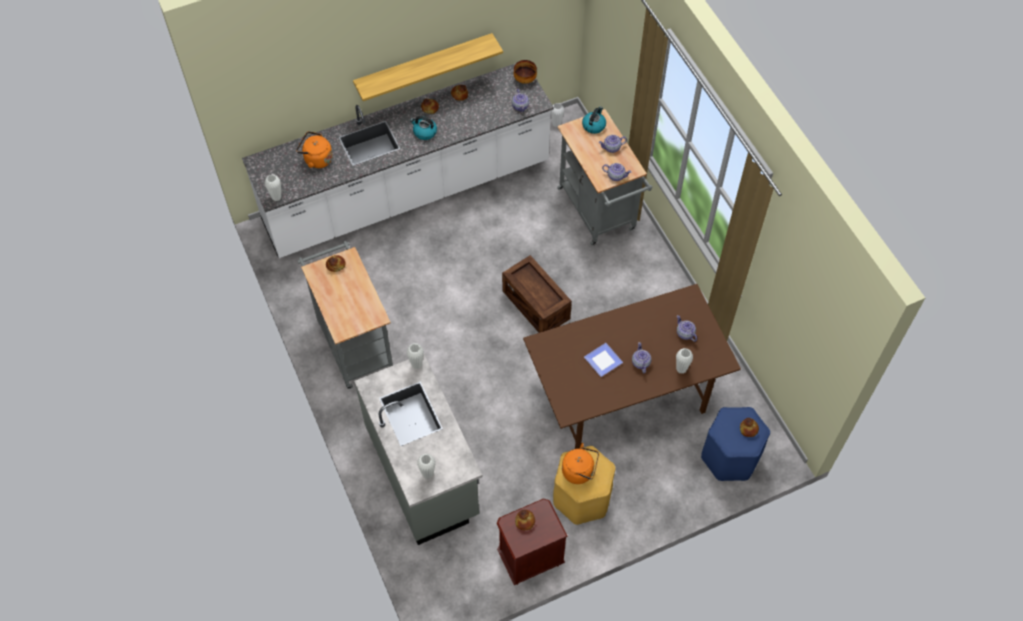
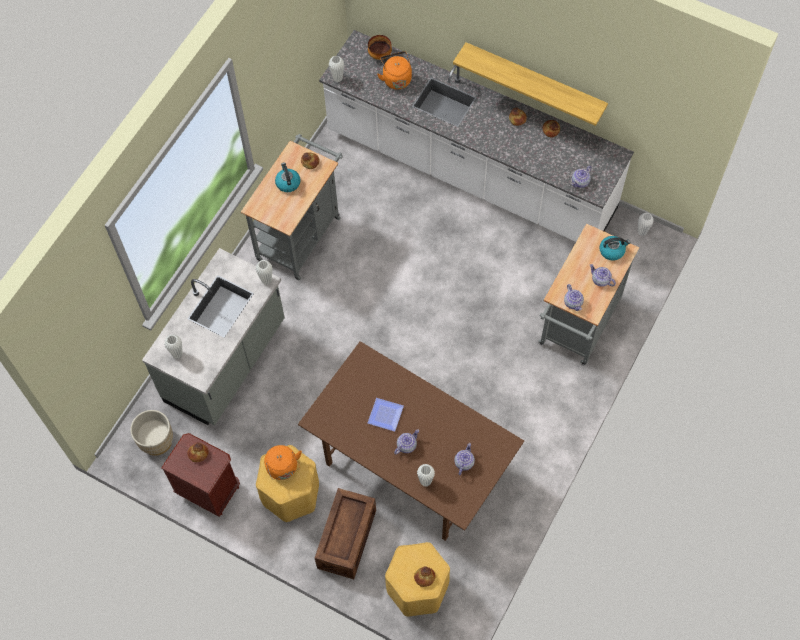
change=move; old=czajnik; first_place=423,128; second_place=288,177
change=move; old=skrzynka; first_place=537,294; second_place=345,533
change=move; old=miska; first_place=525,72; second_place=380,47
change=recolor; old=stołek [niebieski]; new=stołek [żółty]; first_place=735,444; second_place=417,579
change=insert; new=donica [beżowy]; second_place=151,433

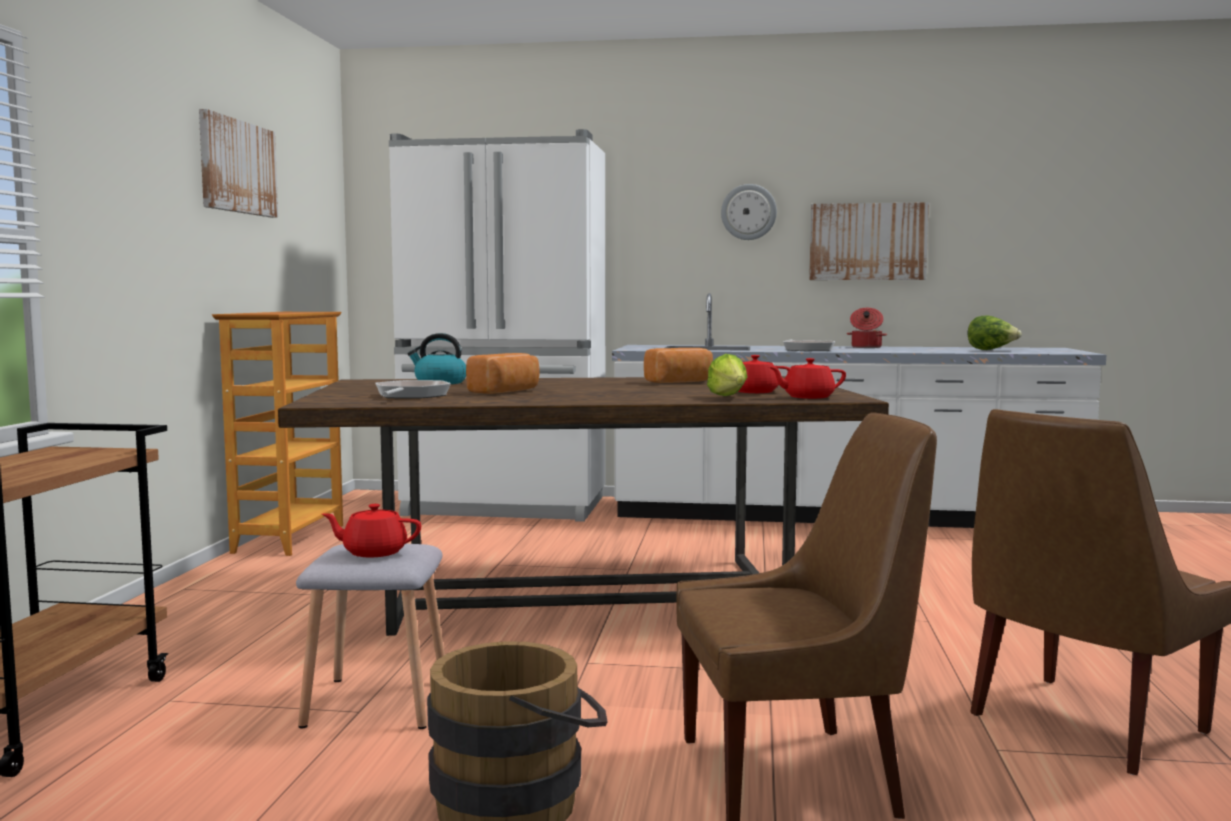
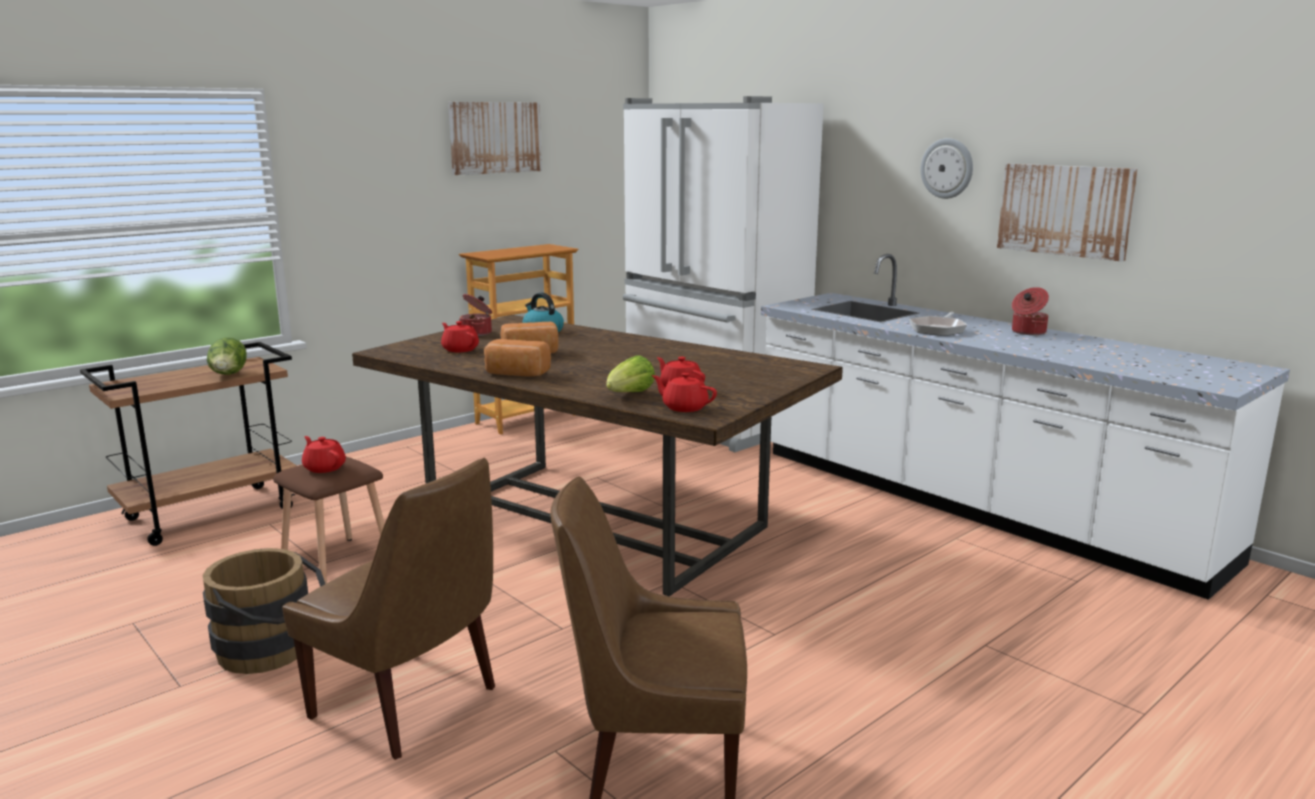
change=recolor; old=stołek [szary]; new=stołek [brązowy]; first_place=370,636; second_place=329,520
change=replace; old=patelnia; new=imbryk [czerwony]; first_place=413,389; second_place=460,336
change=move; old=chleb; first_place=678,365; second_place=517,358
change=move; old=sałata; first_place=995,332; second_place=227,356
change=insert; new=garnek; second_place=475,315

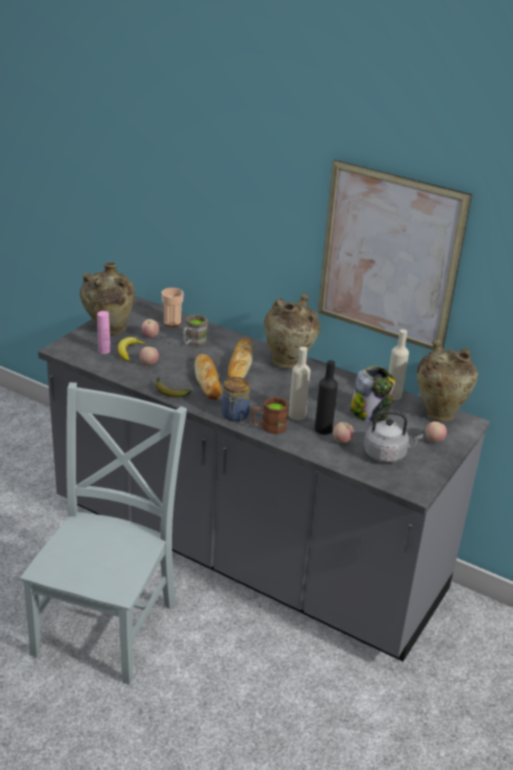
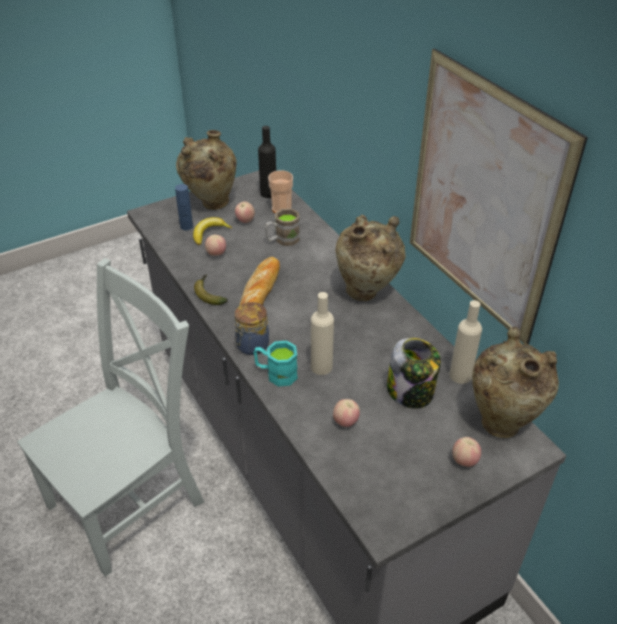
change=recolor; old=butelka [różowy]; new=butelka [niebieski]; first_place=103,332; second_place=184,207
change=delete; old=chleb; first_place=240,358
change=recolor; old=kubek [brązowy]; new=kubek [turkusowy]; first_place=270,415; second_place=276,364
change=move; old=butelka [czarny]; first_place=326,397; second_place=267,162
change=delete; old=czajnik [szary]; first_place=393,436

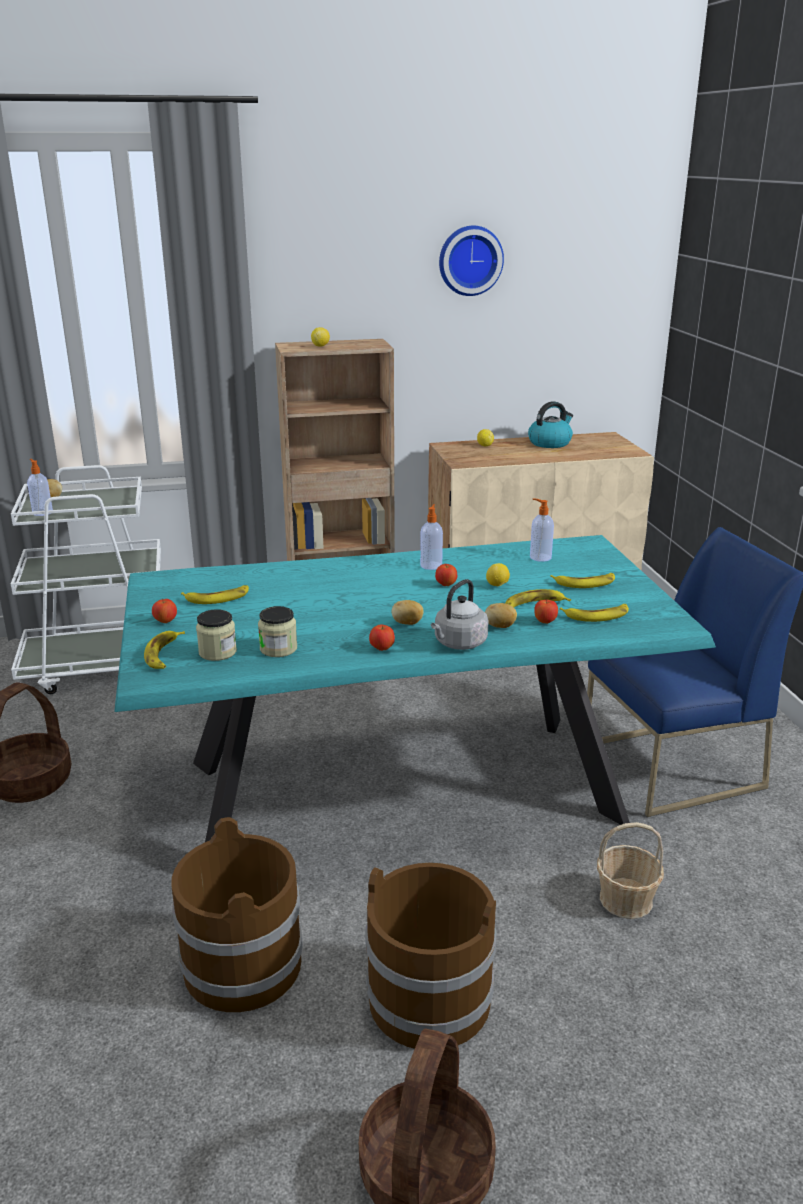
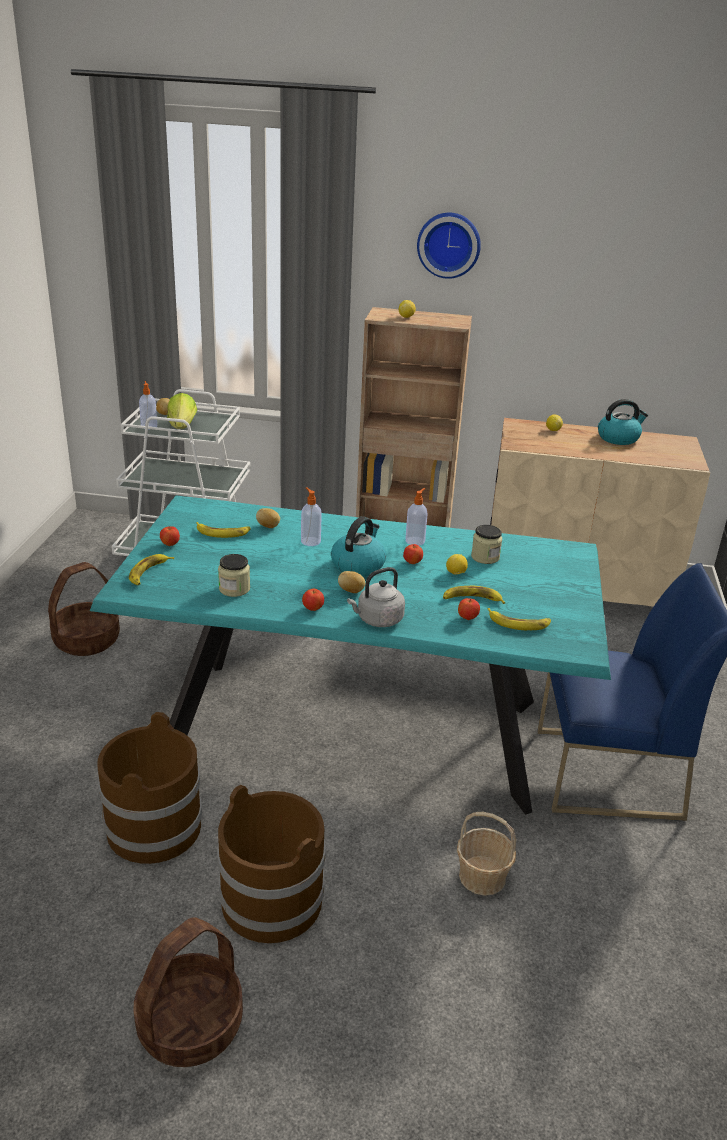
change=move; old=słoik; first_place=216,635; second_place=486,544
change=move; old=zegar ścienny; first_place=471,261; second_place=449,246
change=move; old=ziemniak; first_place=501,615; second_place=268,518
change=move; old=dozownik mydła; first_place=542,530; second_place=311,516
change=delete; old=banan; first_place=582,580
change=insert; new=sałata; second_place=182,411
change=insert; new=czajnik; second_place=358,546

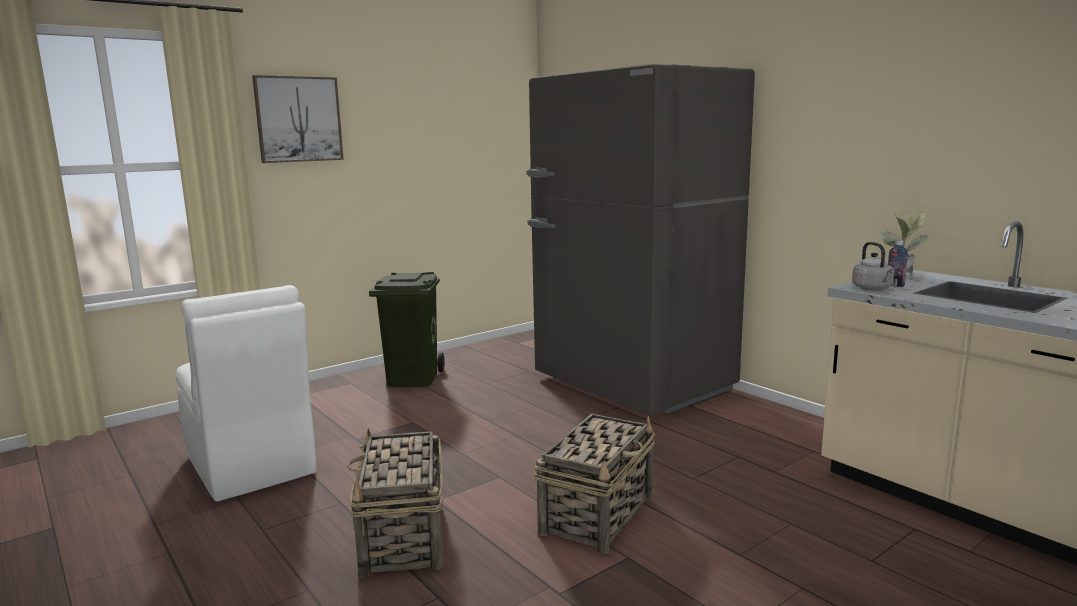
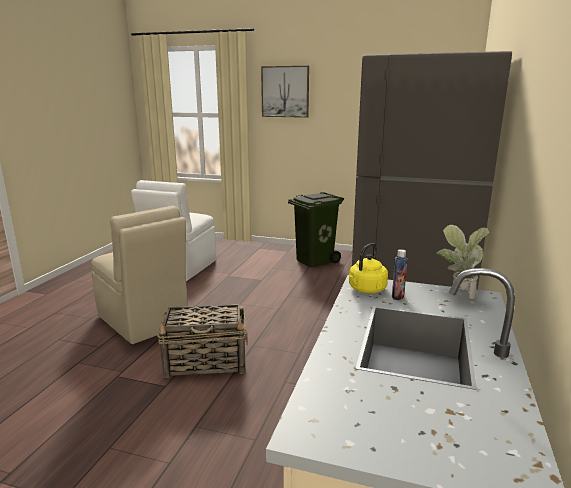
change=replace; old=koszyk; new=krzesło [beżowy]; first_place=395,503; second_place=139,275
change=recolor; old=czajnik [szary]; new=czajnik [żółty]; first_place=873,266; second_place=368,268

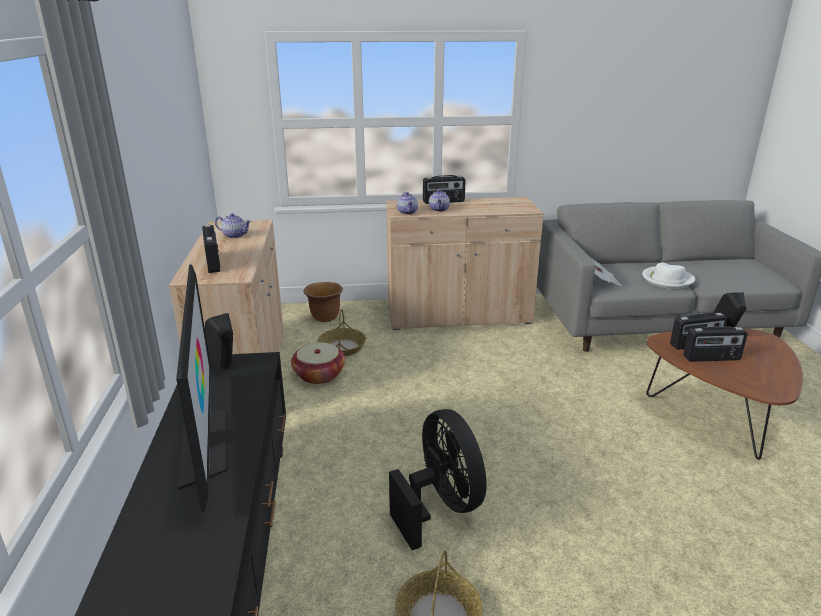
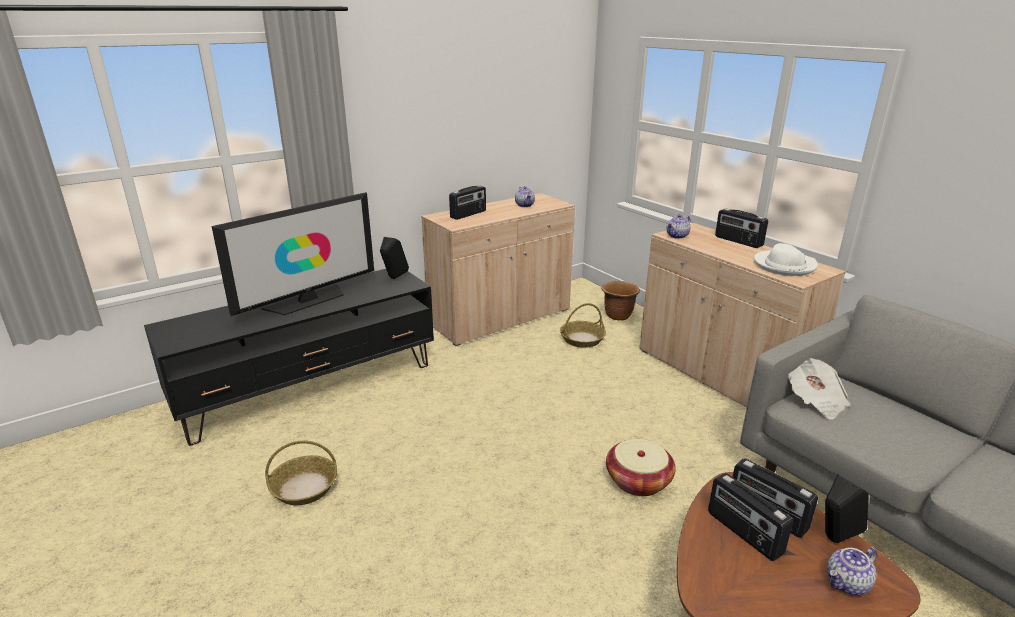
change=move; old=koszyk; first_place=318,363; second_place=641,467
change=delete; old=wentylator [czarny]; first_place=437,479
change=move; old=imbryk; first_place=439,200; second_place=852,571
change=move; old=kapelusz [biały]; first_place=668,275; second_place=786,259

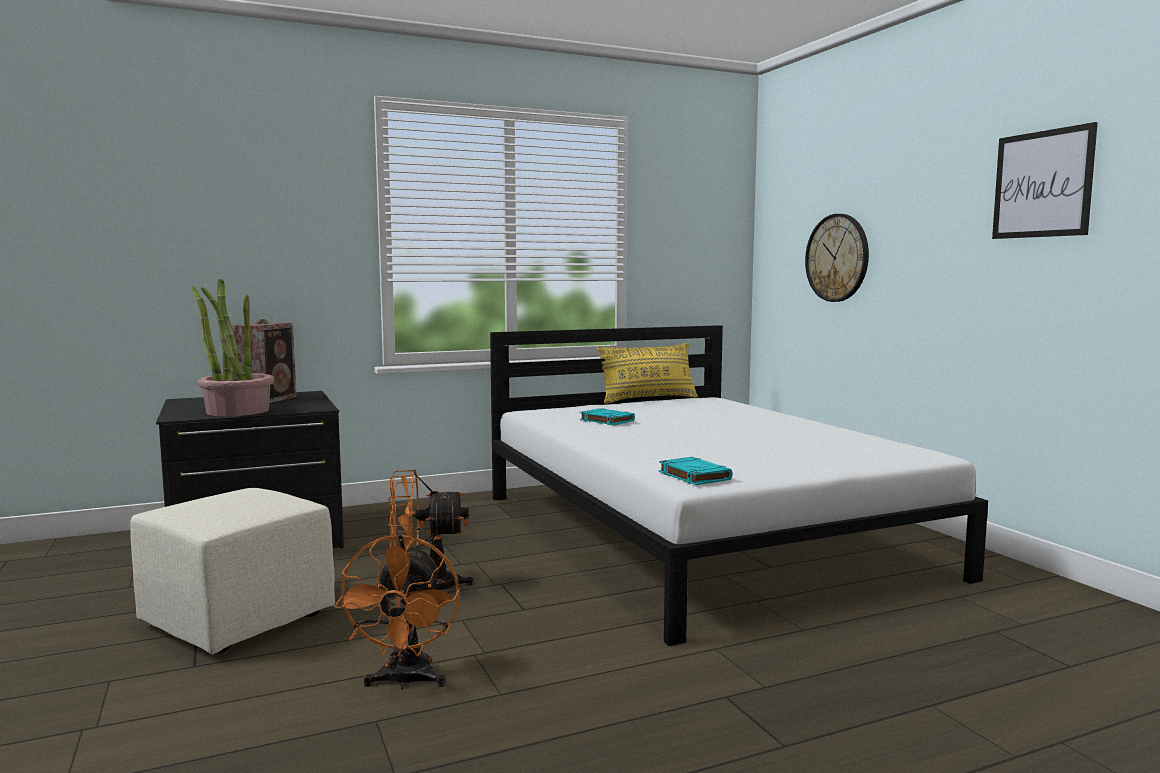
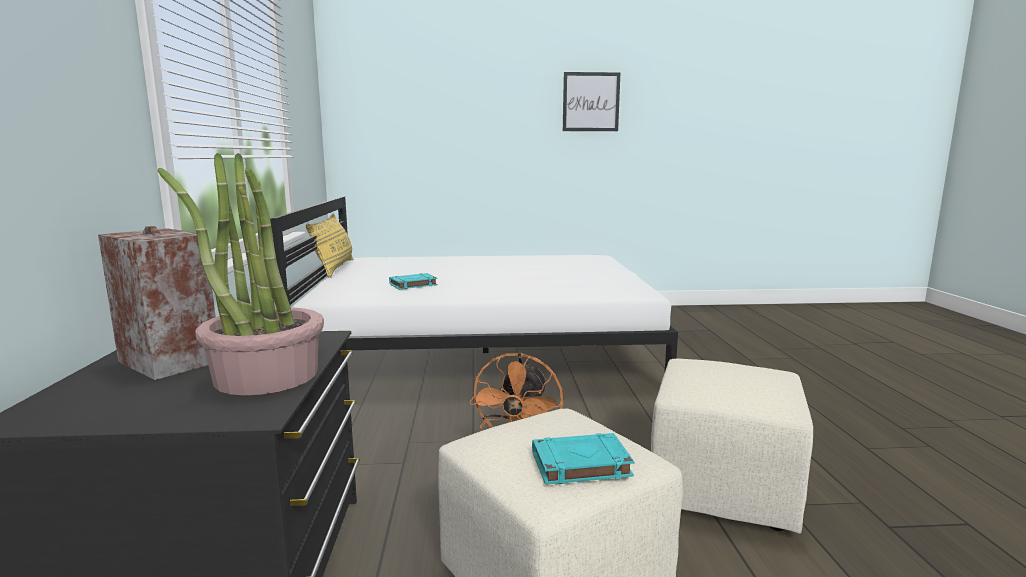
change=replace; old=wentylator [pomarańczowy]; new=pufa [beżowy]; first_place=397,611; second_place=732,446
change=move; old=książka [turkusowy]; first_place=696,471; second_place=583,459
change=delete; old=zegar ścienny; first_place=837,258

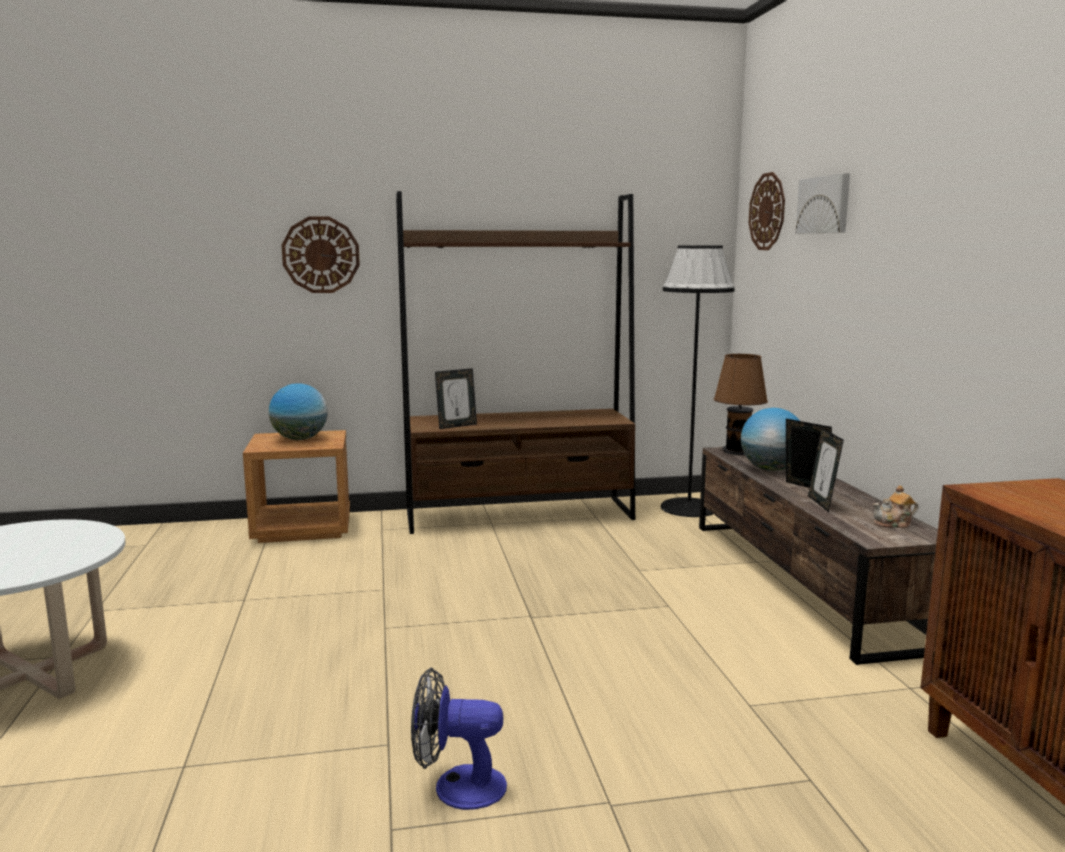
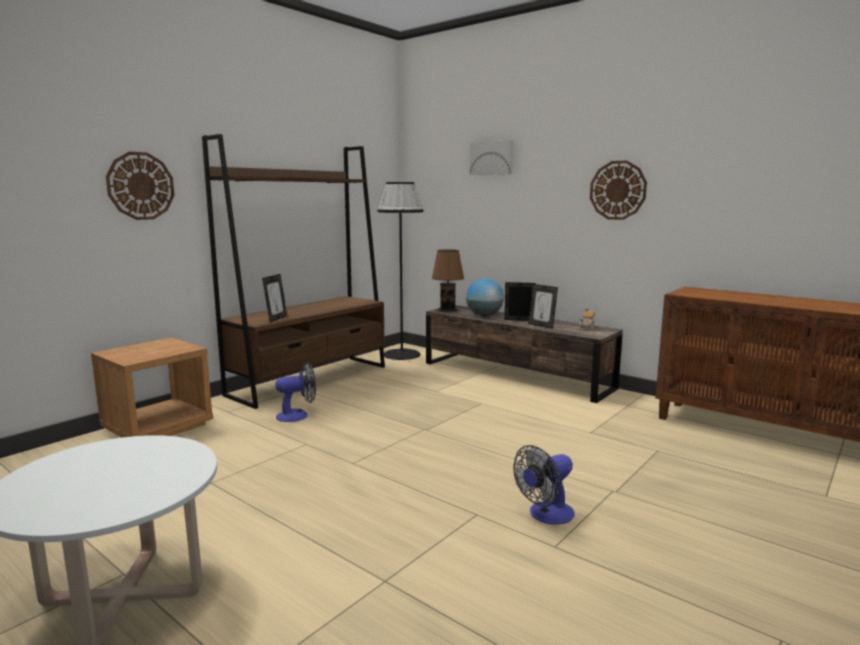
change=delete; old=globus; first_place=298,411
change=move; old=zegar ścienny; first_place=767,211; second_place=618,190
change=insert; new=wentylator; second_place=295,392

